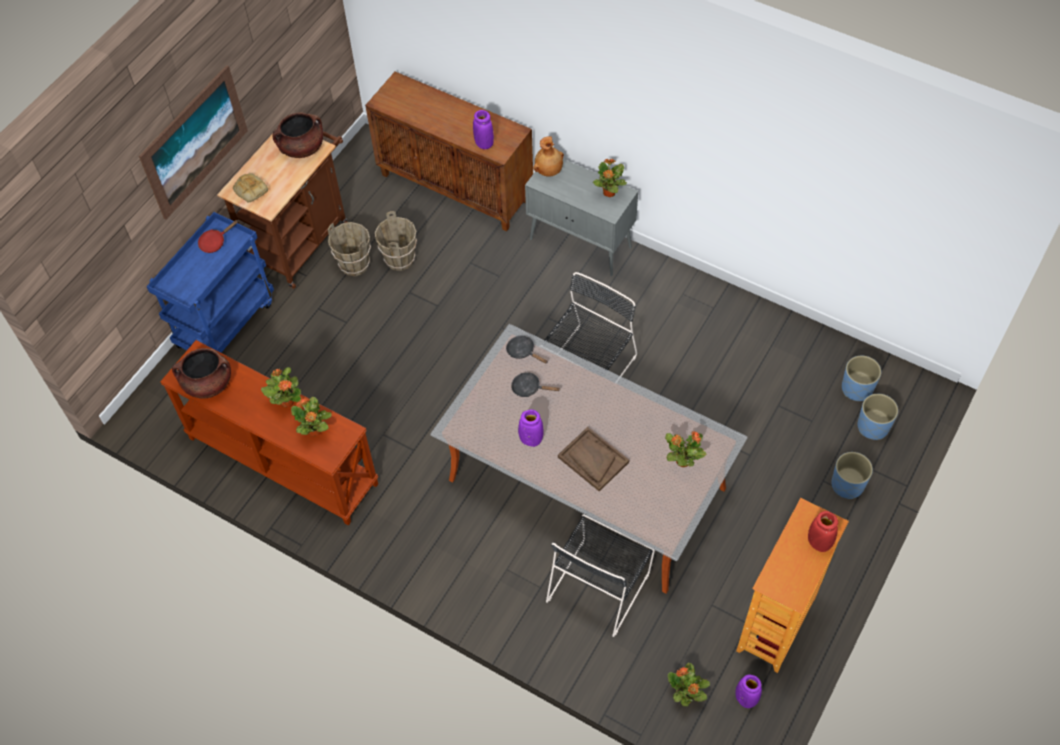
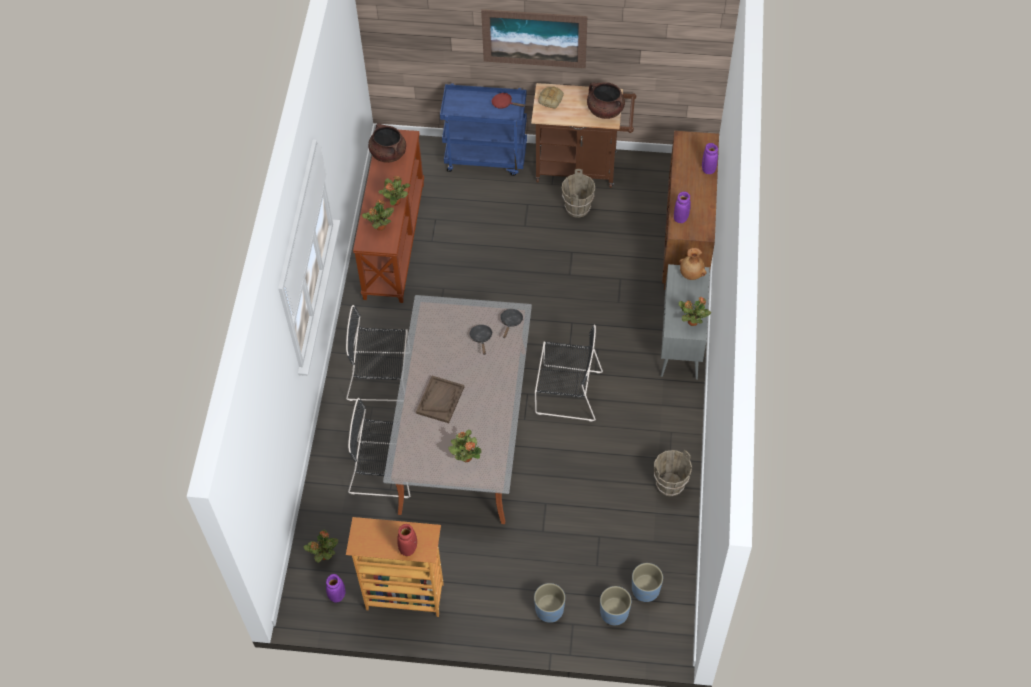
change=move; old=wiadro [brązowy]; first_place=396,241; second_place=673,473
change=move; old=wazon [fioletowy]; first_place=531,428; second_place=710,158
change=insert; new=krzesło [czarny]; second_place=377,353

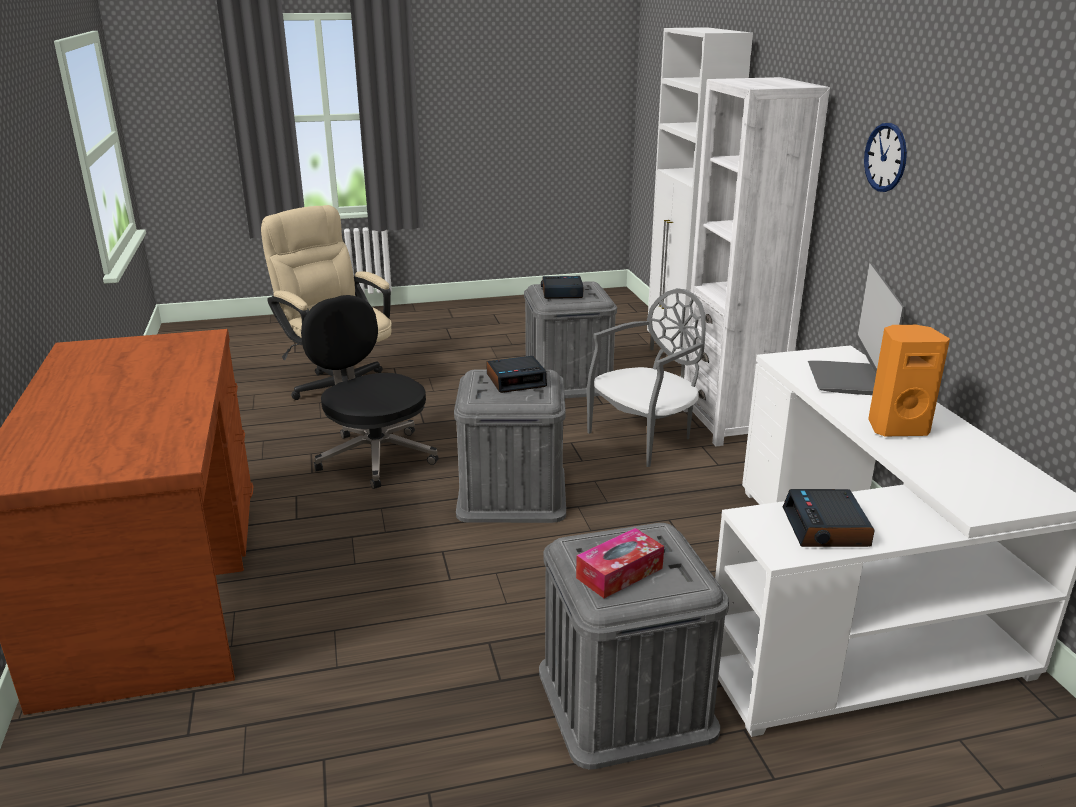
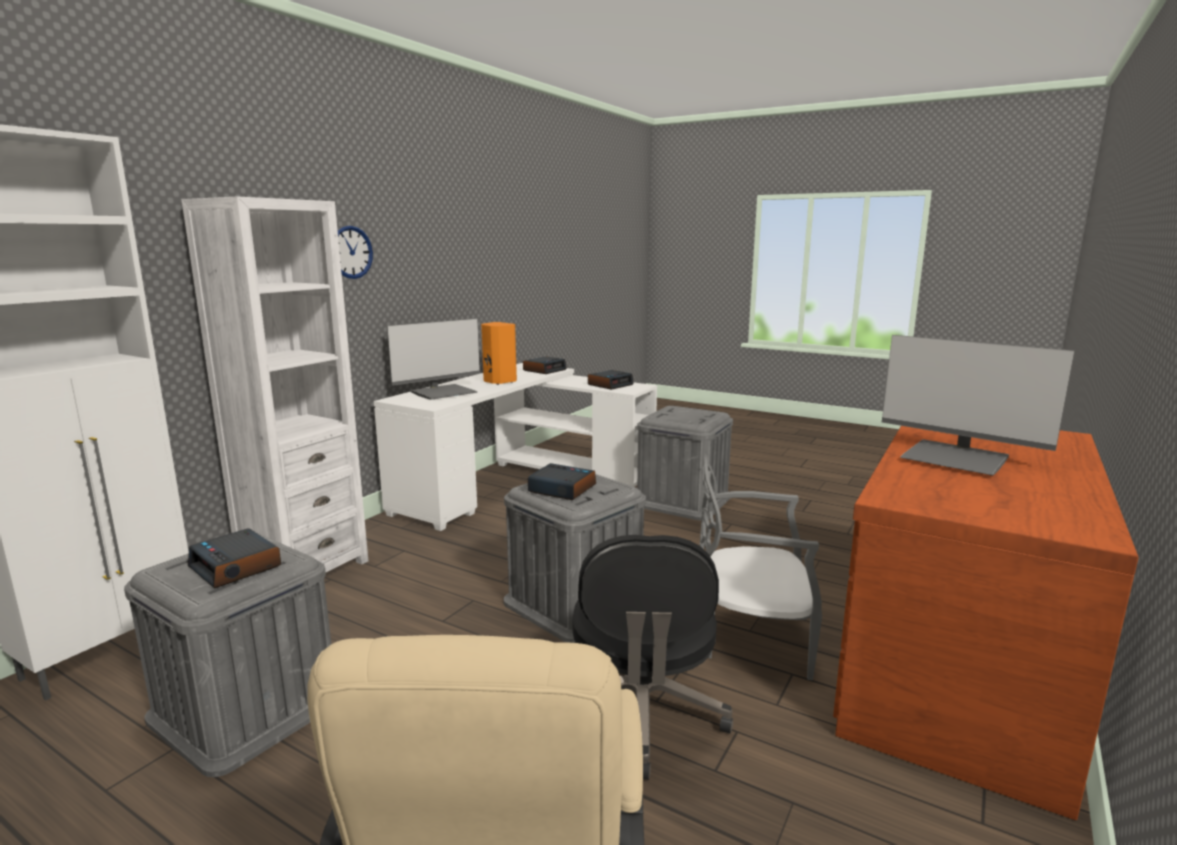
change=delete; old=pudełko chusteczek; first_place=620,563
change=move; old=krzesło [szary]; first_place=646,377; second_place=760,568
change=insert; new=budzik; second_place=545,365
change=insert; new=monitor; second_place=978,405

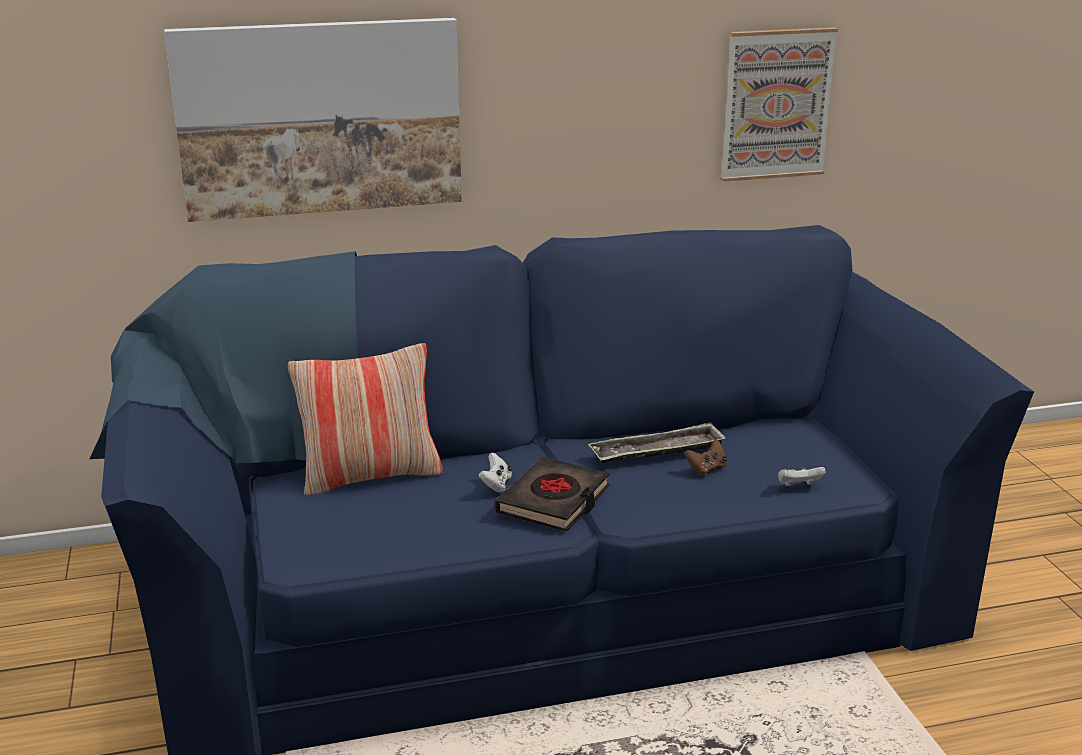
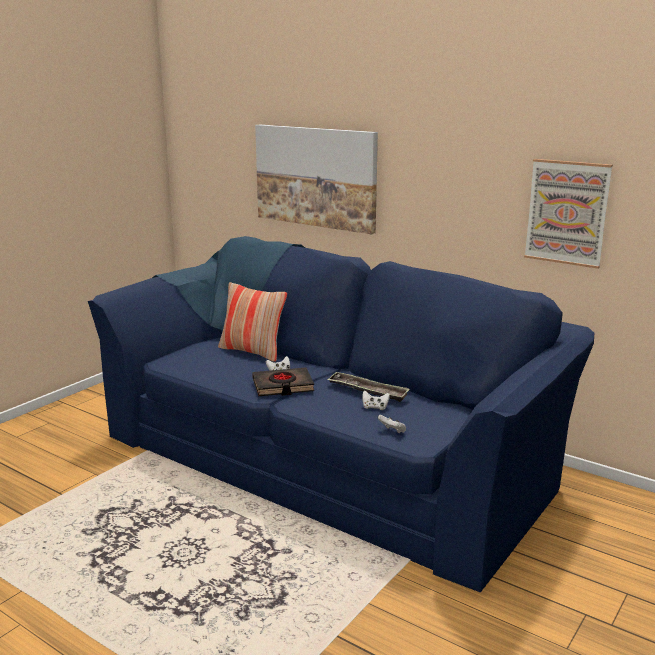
change=recolor; old=pad do gier [brązowy]; new=pad do gier [biały]; first_place=706,457; second_place=376,400

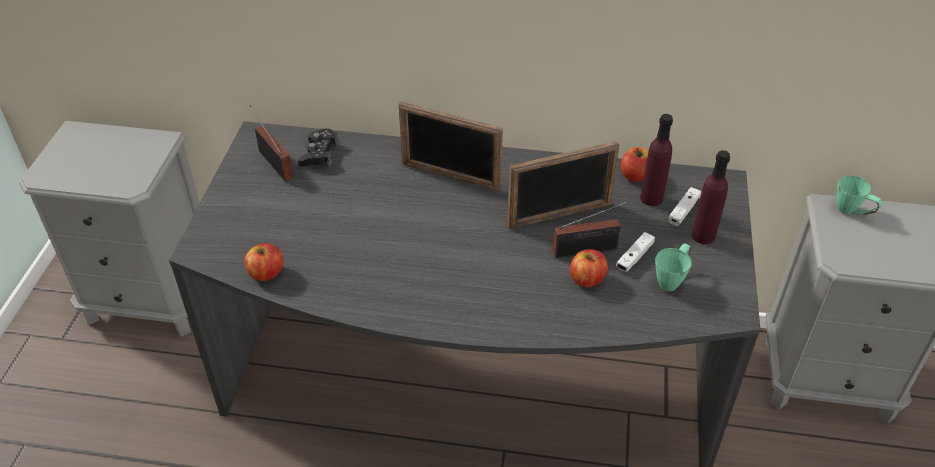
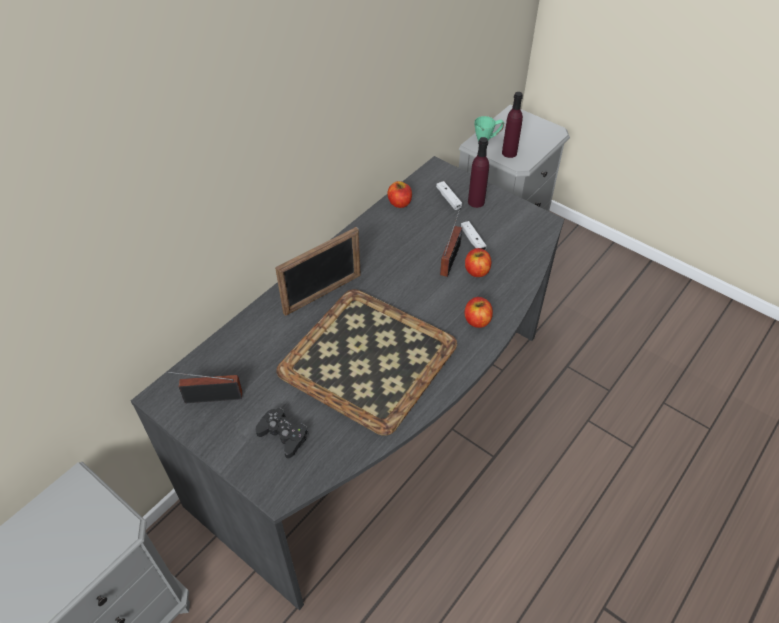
change=move; old=jabłko; first_place=264,262; second_place=479,312
change=move; old=pad do gier [czarny]; first_place=318,147; second_place=282,433
change=delete; old=ramka na zdjęcie; first_place=563,185
change=move; old=butelka [fioletowy]; first_place=656,160; second_place=512,125
change=delete; old=kubek [zielony]; first_place=673,267
change=insert; new=taca; second_place=366,362

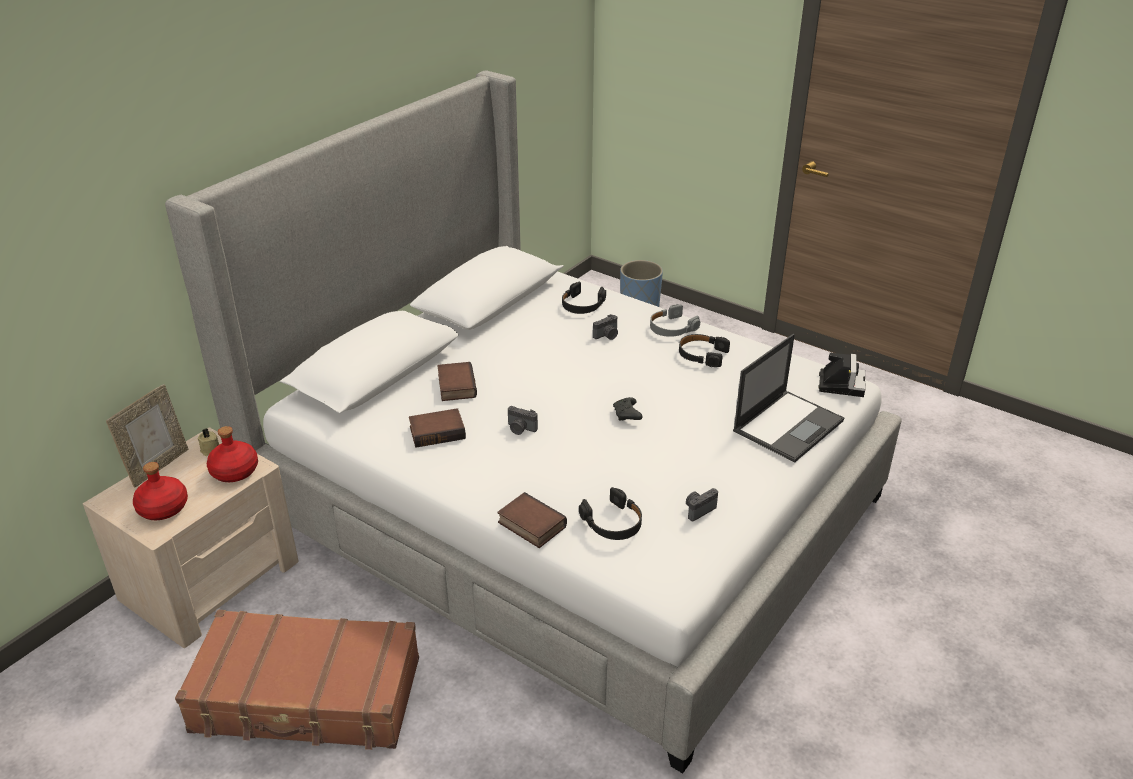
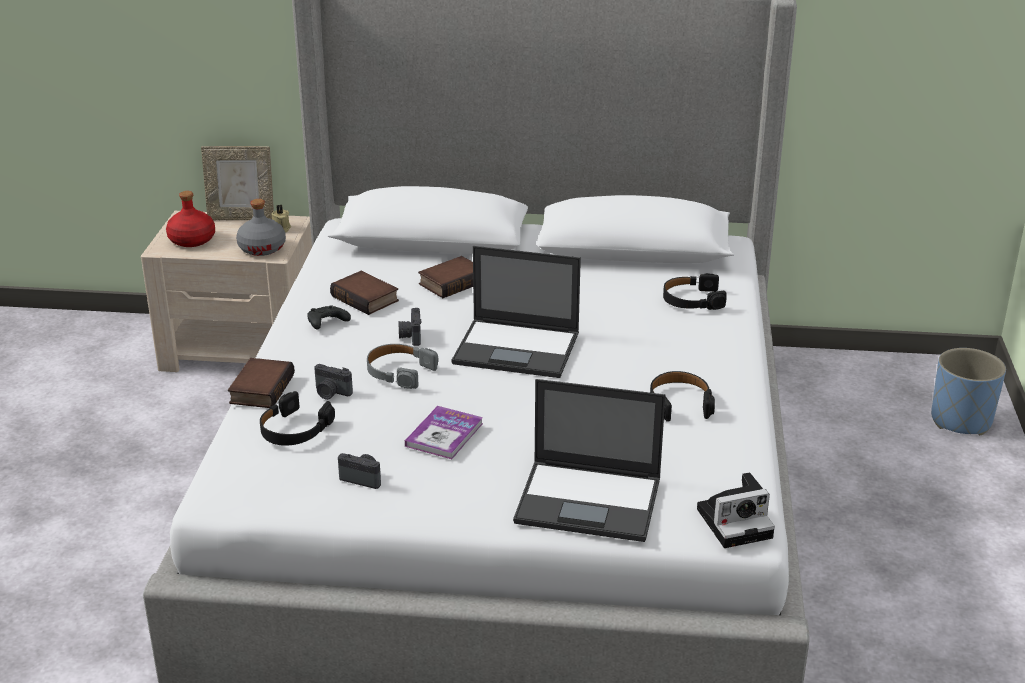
change=delete; old=walizka [brązowy]; first_place=297,680
change=recolor; old=butelka [czerwony]; new=butelka [szary]; first_place=232,454; second_place=261,227
change=move; old=aparat fotograficzny; first_place=605,327; second_place=333,382
change=move; old=pad do gier [czarny]; first_place=628,409; second_place=329,317
change=move; old=słuchawki [szary]; first_place=675,320; second_place=402,366
change=insert; new=książka; second_place=444,432
change=insert; new=laptop; second_place=516,312

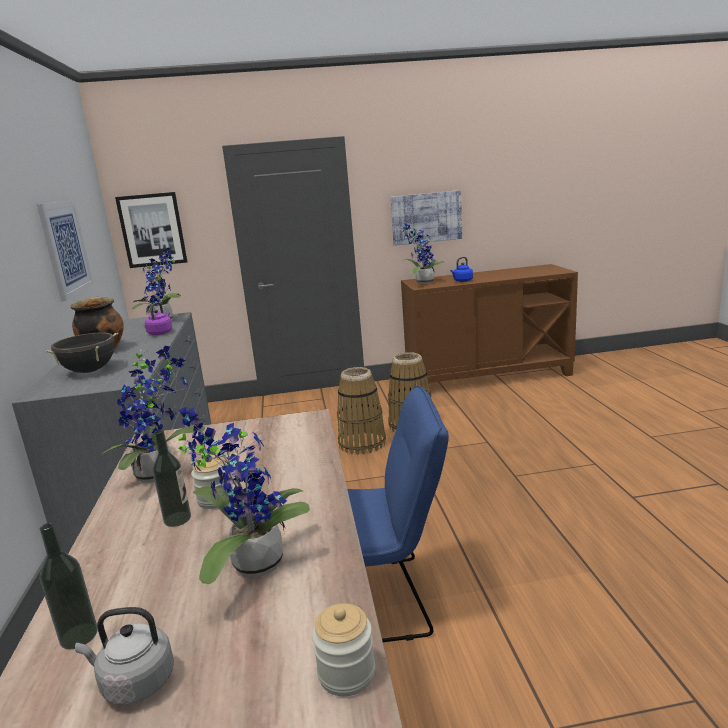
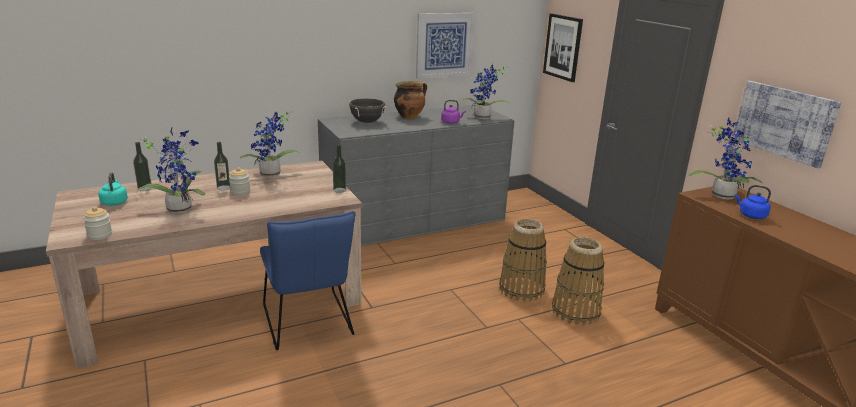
change=recolor; old=czajnik [szary]; new=czajnik [turkusowy]; first_place=124,656; second_place=113,189
change=insert; new=butelka; second_place=339,169

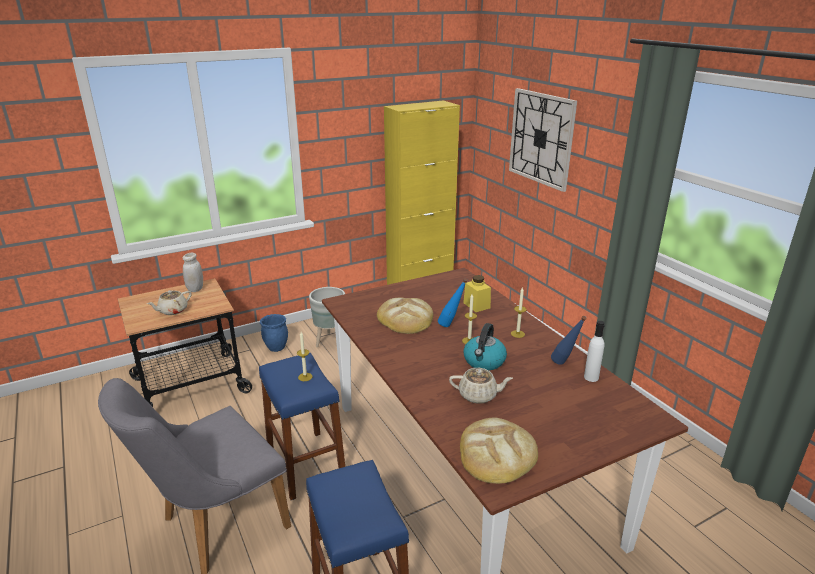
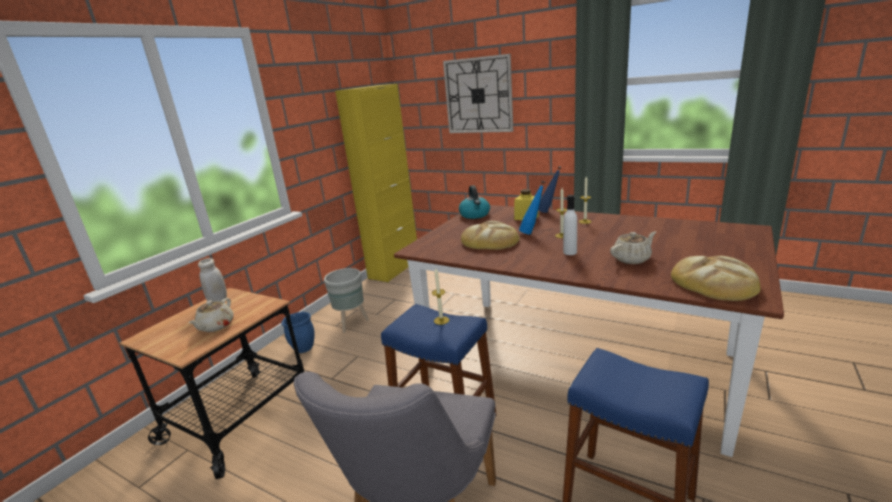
change=move; old=czajnik; first_place=485,346; second_place=474,202
change=move; old=butelka [niebieski]; first_place=569,340; second_place=550,189
change=move; old=butelka [biały]; first_place=594,351; second_place=570,225

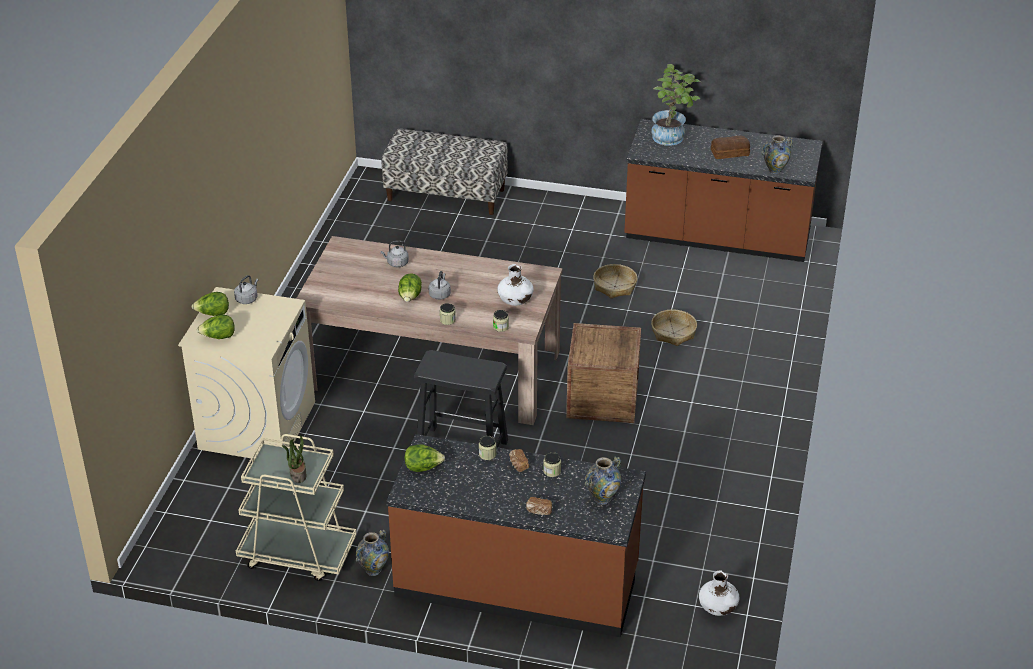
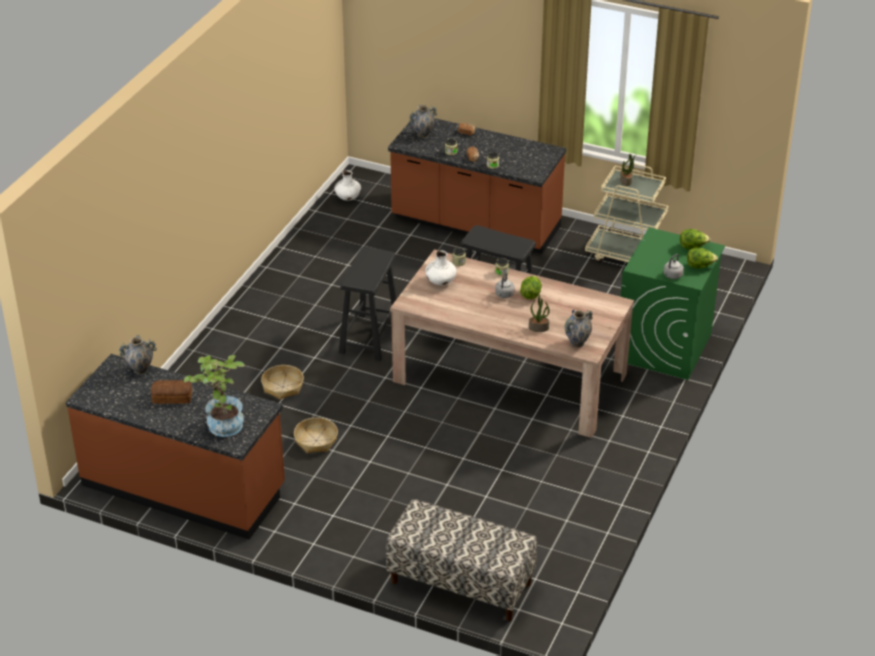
change=recolor; old=pralka [beżowy]; new=pralka [zielony]; first_place=246,372; second_place=672,304
change=move; old=wazon; first_place=372,553; second_place=579,328
change=replace; old=czajnik [szary]; new=roślina doniczkowa; first_place=394,254; second_place=539,313
change=delete; old=sałata; first_place=424,458
change=replace; old=skrzynka; new=stołek [czarny]; first_place=603,373; second_place=367,304

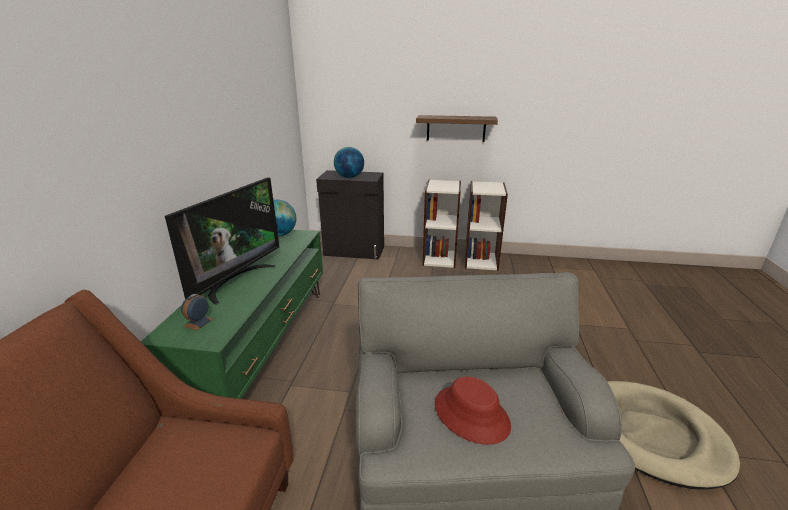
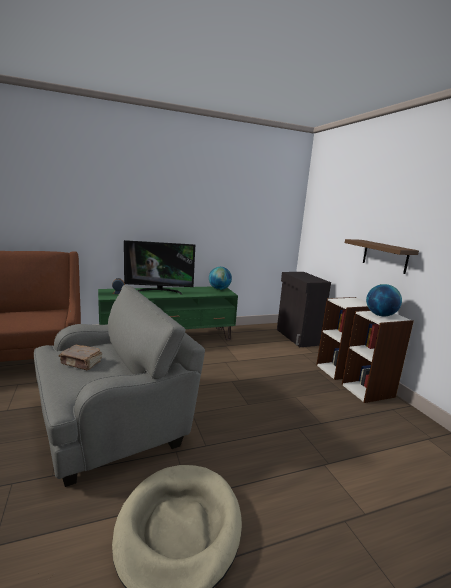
change=move; old=globus; first_place=349,162; second_place=384,300
change=replace; old=kapelusz [czerwony]; new=książka [brązowy]; first_place=473,411; second_place=80,357

